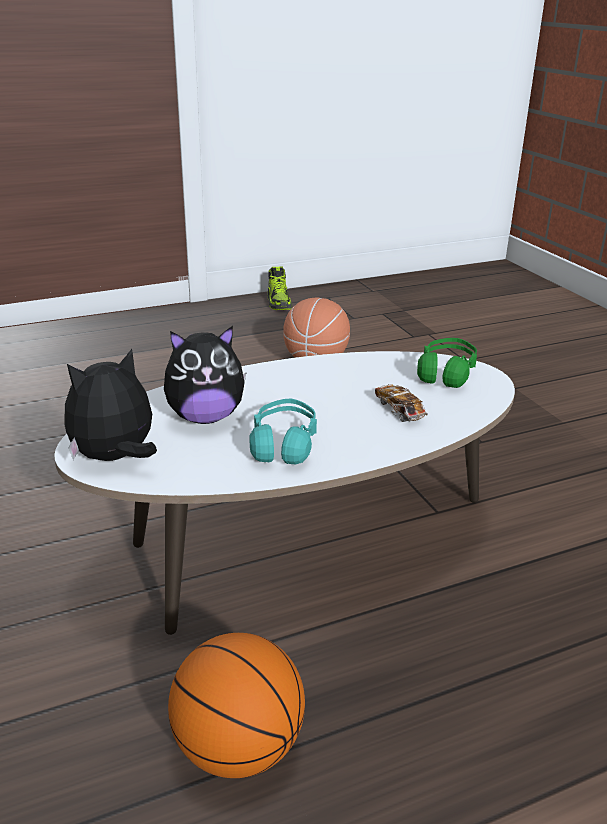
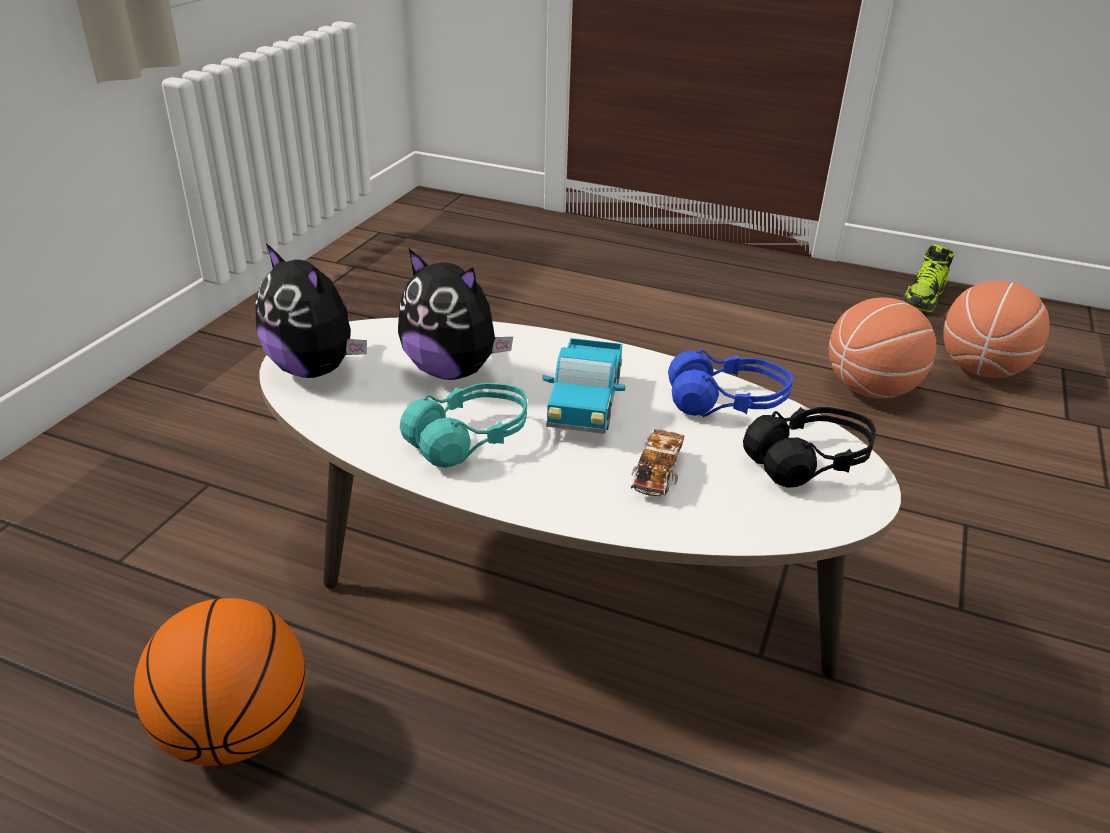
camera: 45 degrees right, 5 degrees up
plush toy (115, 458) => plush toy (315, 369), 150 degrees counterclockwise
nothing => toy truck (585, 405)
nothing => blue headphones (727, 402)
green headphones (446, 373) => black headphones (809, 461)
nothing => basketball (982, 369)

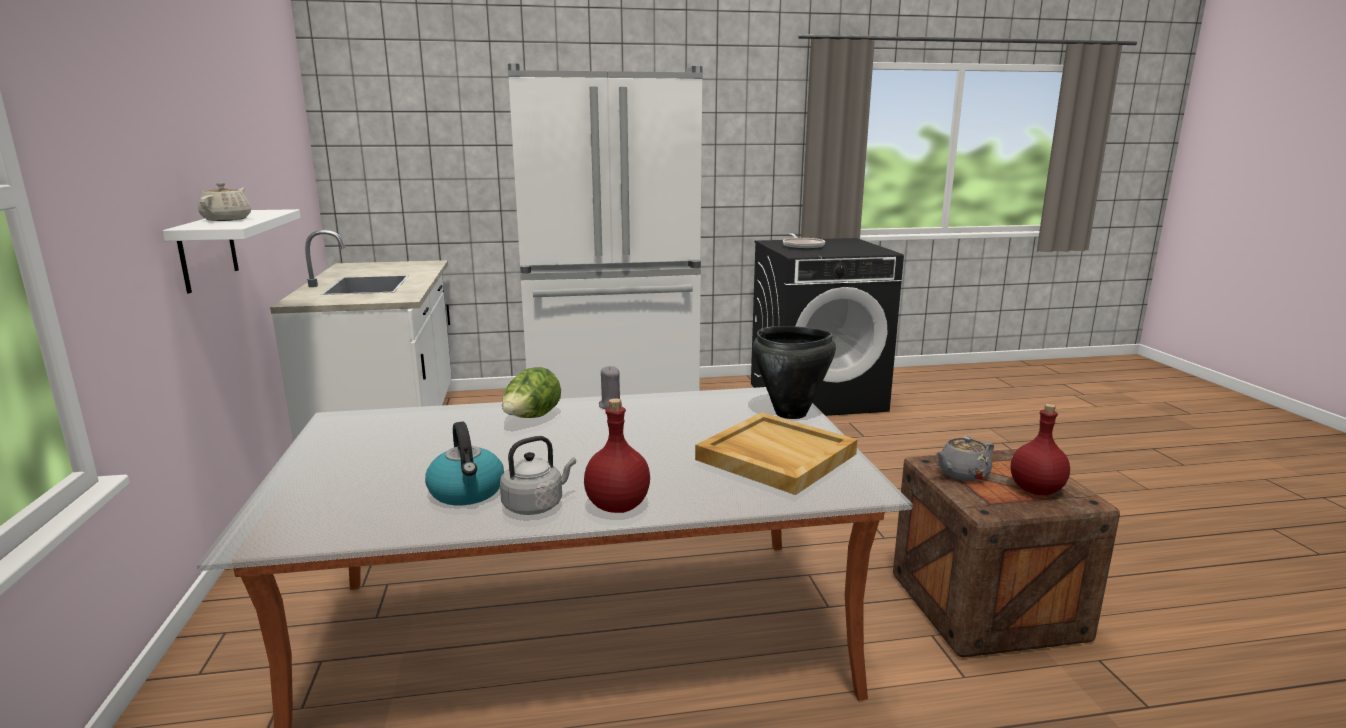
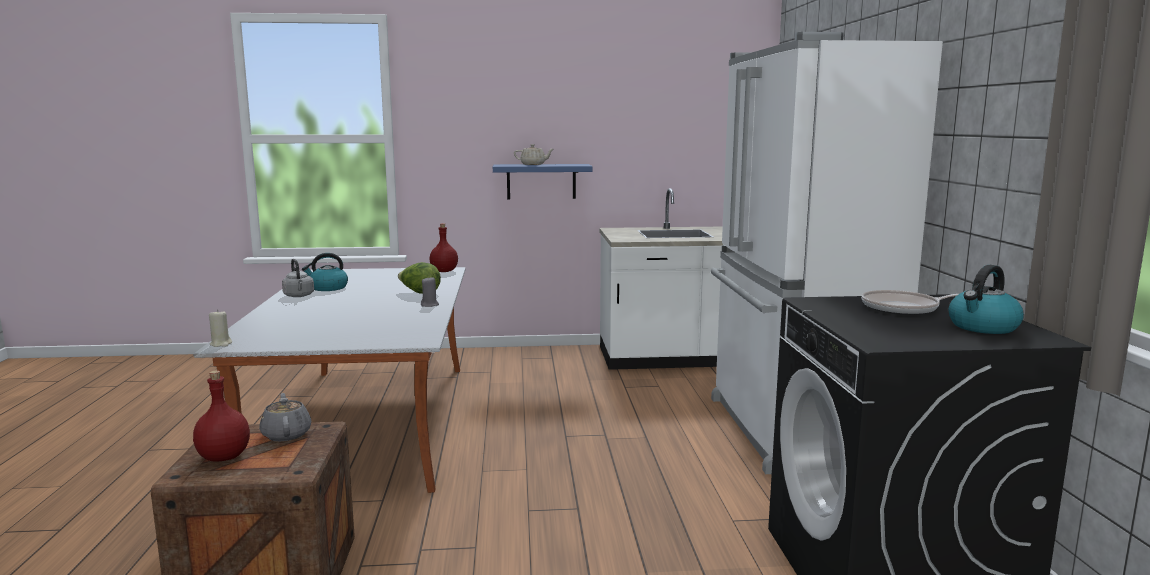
camera: 95 degrees right, 5 degrees down
nothing => beige candle (221, 344)
red bottle (617, 506) => red bottle (444, 271), move
white shelf (208, 250) => blue shelf (541, 181)
nothing => kettle (983, 327)
beige tray (774, 457) => nothing
black cooking pot (791, 413) => nothing

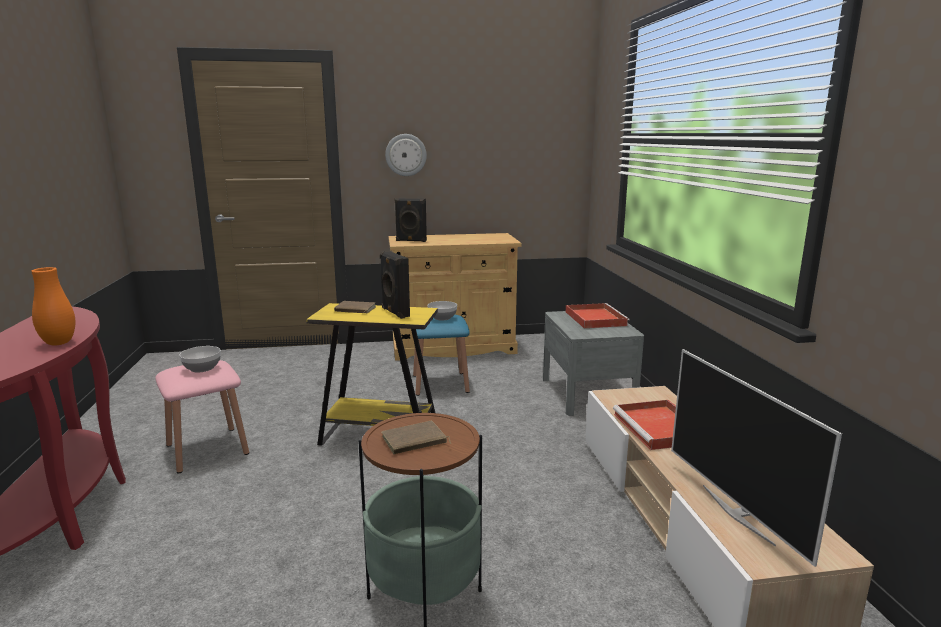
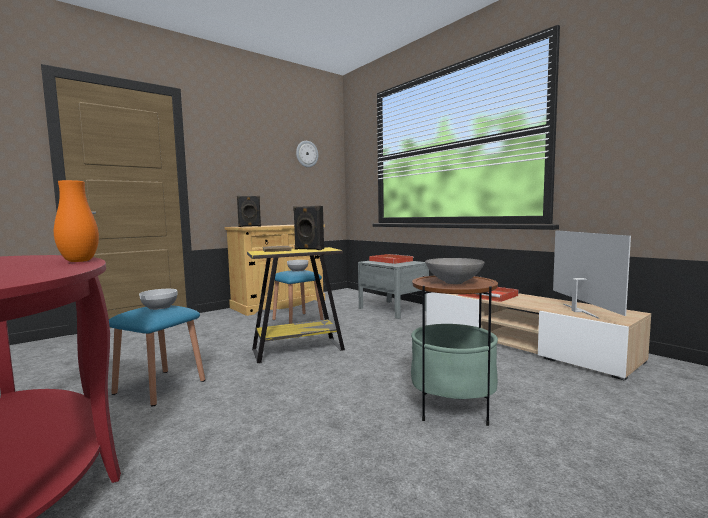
camera: 30 degrees left, 10 degrees down
pink stool (207, 449) => blue stool (160, 387)
wall clock (406, 155) => wall clock (307, 154), move
brown book (414, 442) => grey bowl (454, 282)
television (738, 513) => television (578, 311), 135 degrees counterclockwise

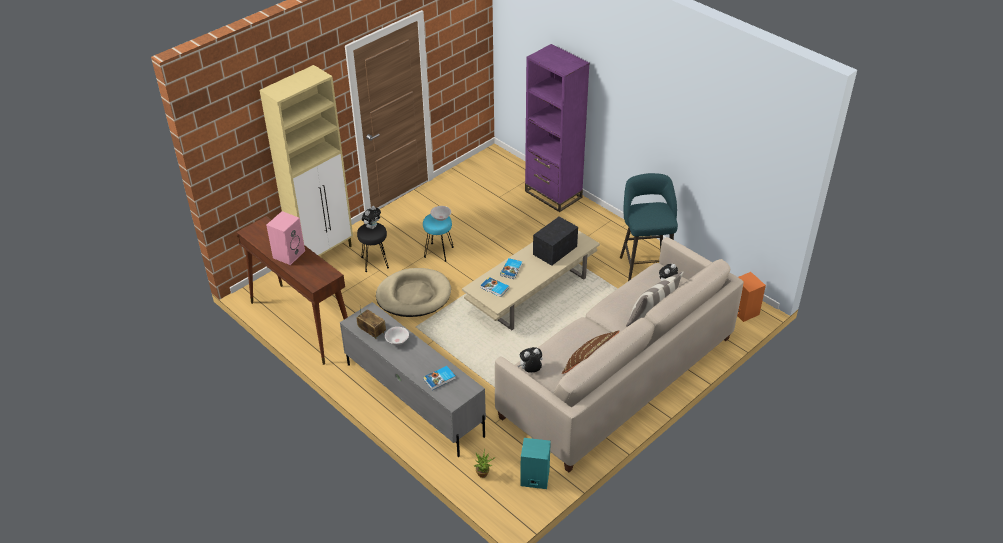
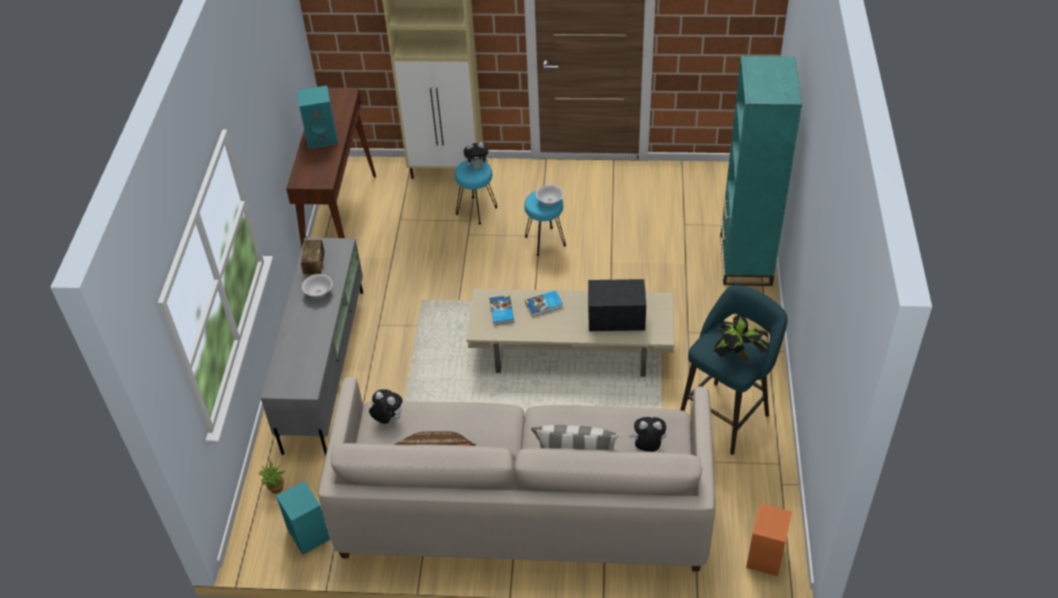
camera: 50 degrees right, 5 degrees up
pink speaker (289, 254) => turquoise speaker (322, 137)
black stool (375, 262) => turquoise stool (477, 210)
nothing => potted plant (738, 356)
purple bookcase (553, 194) => turquoise bookcase (745, 260)
beige dog bed (414, 295) => nothing
book (440, 379) => nothing

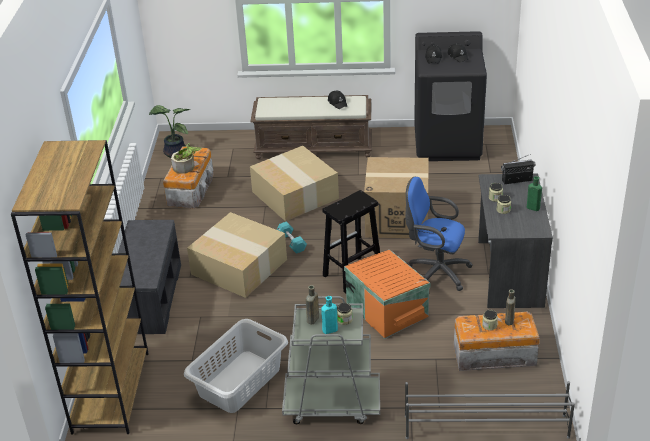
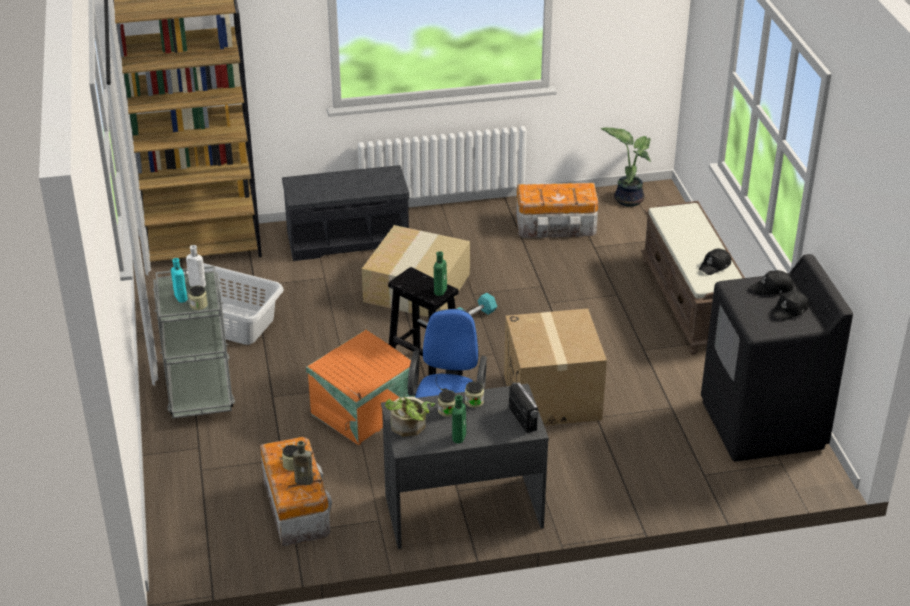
camera: 75 degrees right, 0 degrees up
brown bottle (312, 320) => white bottle (196, 284)
potted plant (187, 167) => potted plant (409, 428), move
nothing => green bottle (440, 290)
cardboard box (293, 195) => nothing
grey shoe rack (485, 426) => nothing

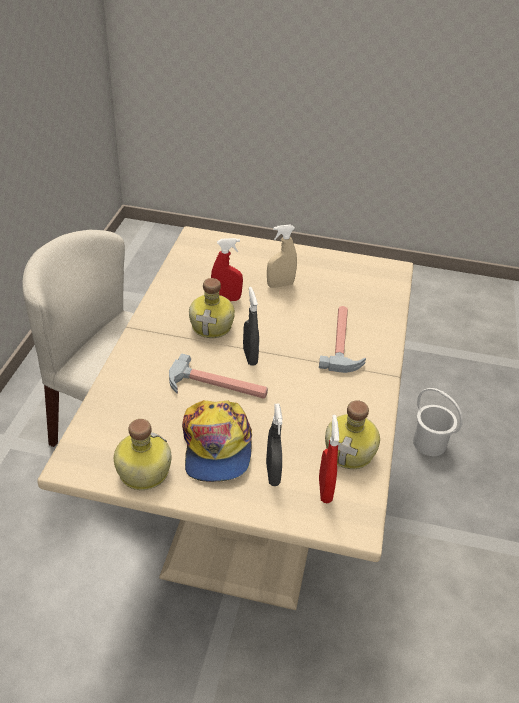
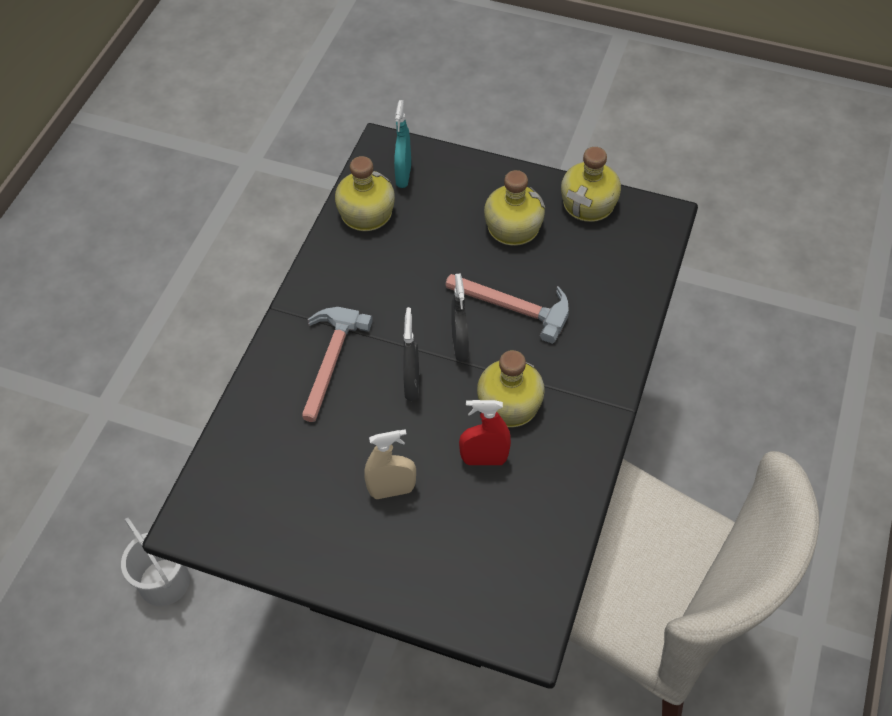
camera: 170 degrees left, 15 degrees up
beige dining table (250, 499) => black dining table (449, 506)
red spray bottle (325, 490) => turquoise spray bottle (403, 176)
grey spray bottle (272, 473) => grey spray bottle (412, 384), move
cap (216, 446) => bottle (511, 226)

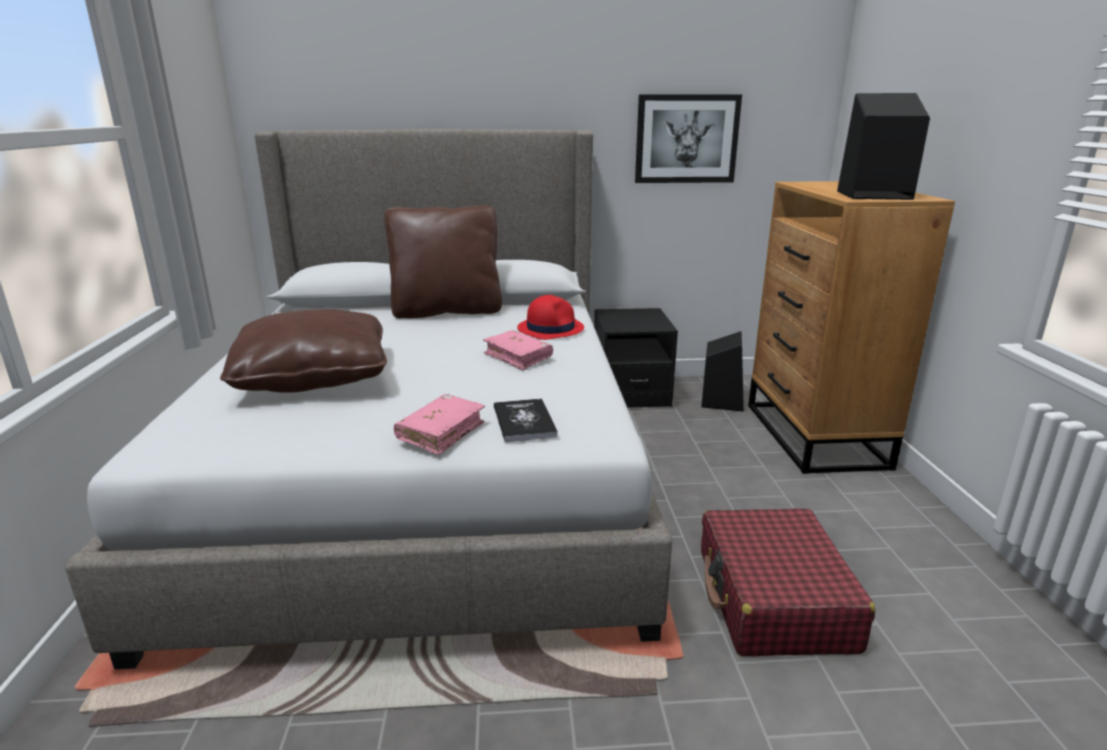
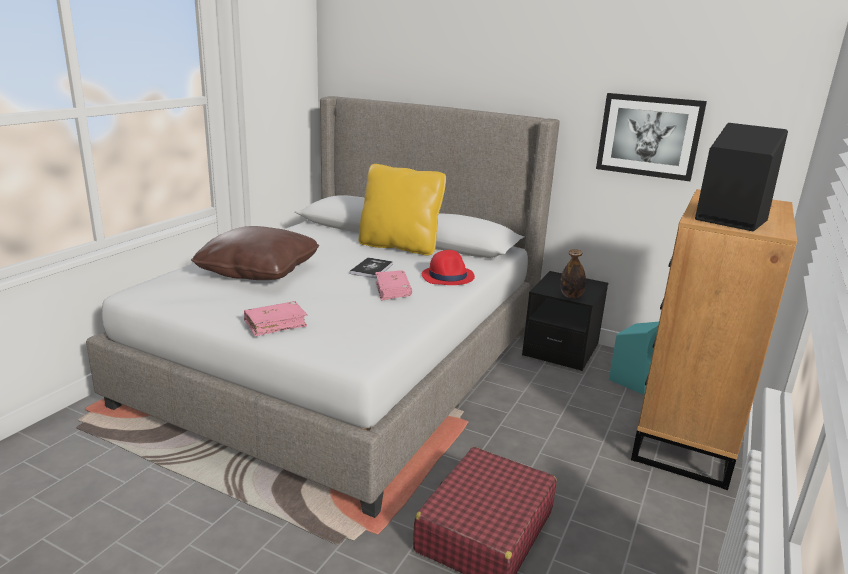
camera: 30 degrees right, 0 degrees up
book (524, 421) => book (371, 269), move
brown pillow (446, 311) => yellow pillow (399, 246)
nothing => bottle (571, 296)
black speaker (722, 400) => turquoise speaker (635, 380)

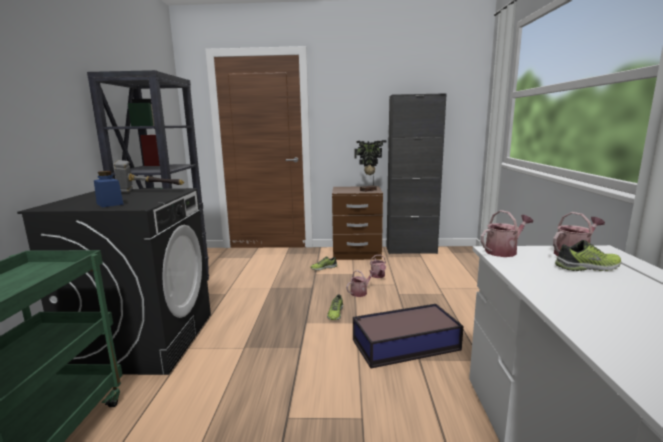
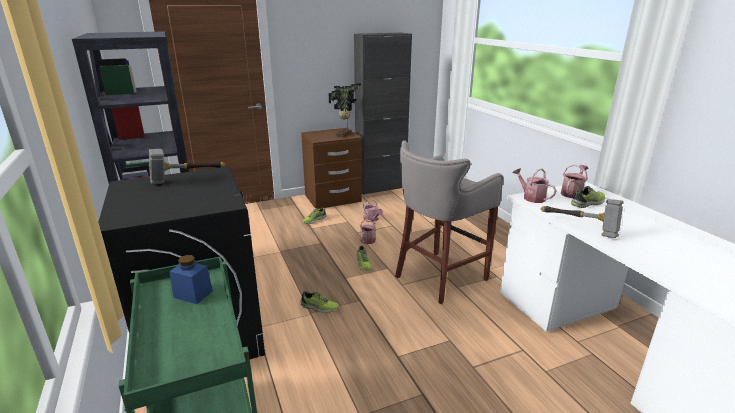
camera: 25 degrees left, 10 degrees up
blue jar (110, 204) => blue jar (193, 294), move
nothing => shoe (319, 307)
storage box (404, 344) => grey stool (438, 278)
watering can (504, 251) => watering can (531, 197), 75 degrees counterclockwise
nothing => hammer (579, 228)

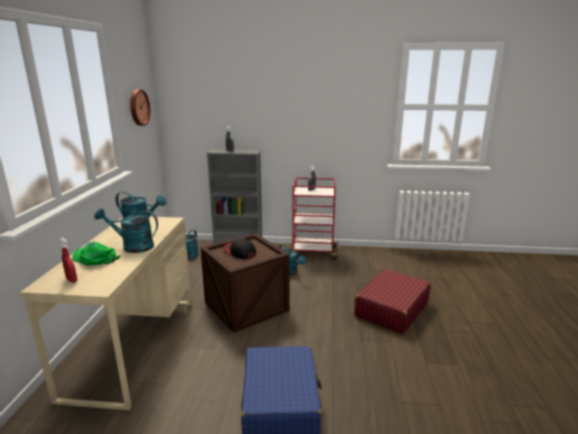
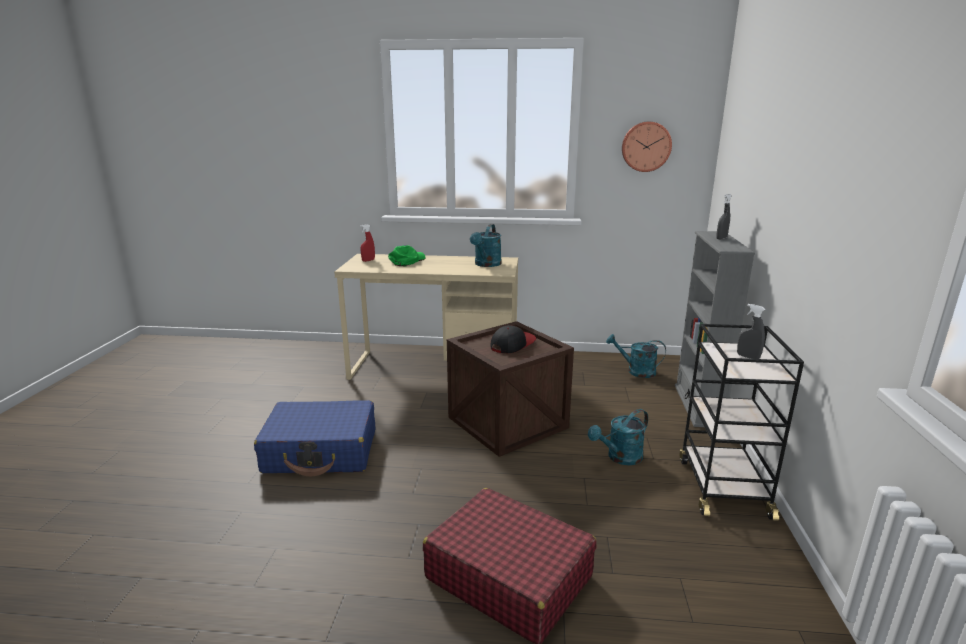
camera: 90 degrees right, 0 degrees up
red cart (313, 252) => black cart (722, 487)
turquoise watering can (133, 246) => nothing

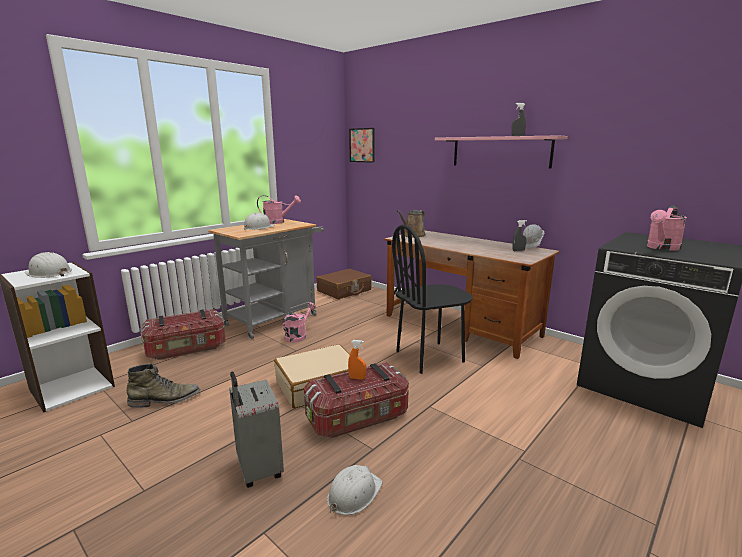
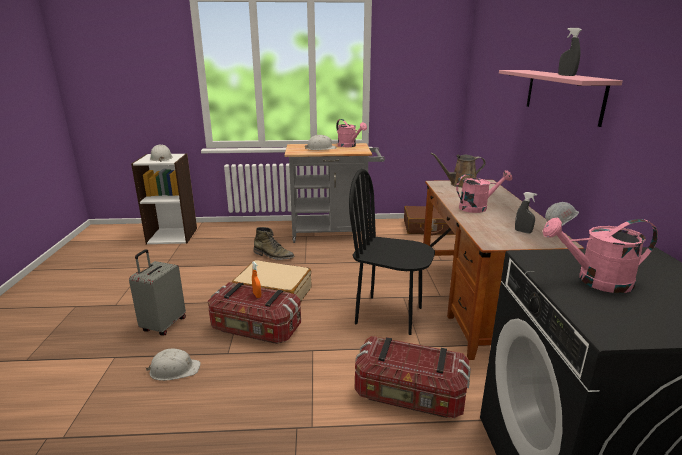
camera: 45 degrees right, 5 degrees up
green boot (165, 400) => green boot (273, 255), move
storage box (187, 349) => storage box (409, 396), move
pink watering can (298, 336) => pink watering can (477, 207), move
picture (362, 145) => nothing

